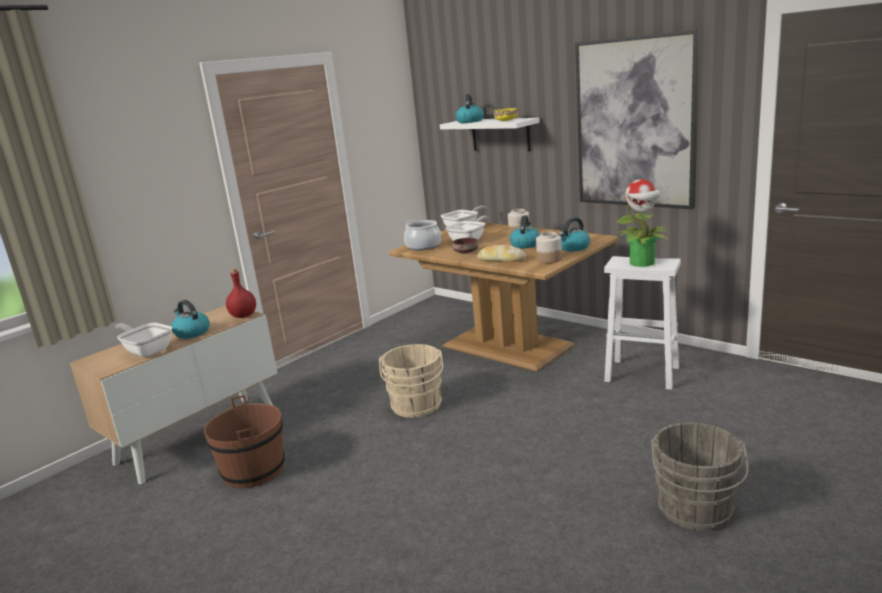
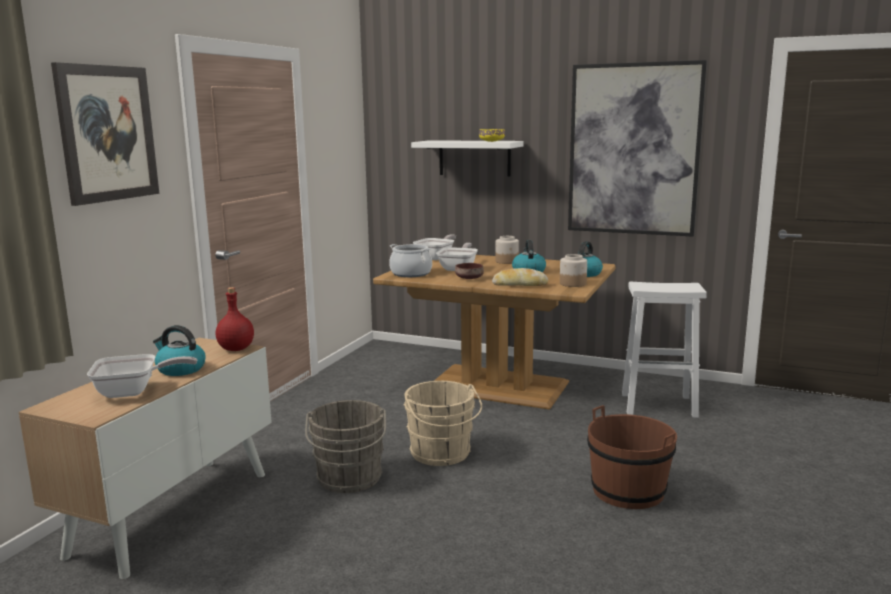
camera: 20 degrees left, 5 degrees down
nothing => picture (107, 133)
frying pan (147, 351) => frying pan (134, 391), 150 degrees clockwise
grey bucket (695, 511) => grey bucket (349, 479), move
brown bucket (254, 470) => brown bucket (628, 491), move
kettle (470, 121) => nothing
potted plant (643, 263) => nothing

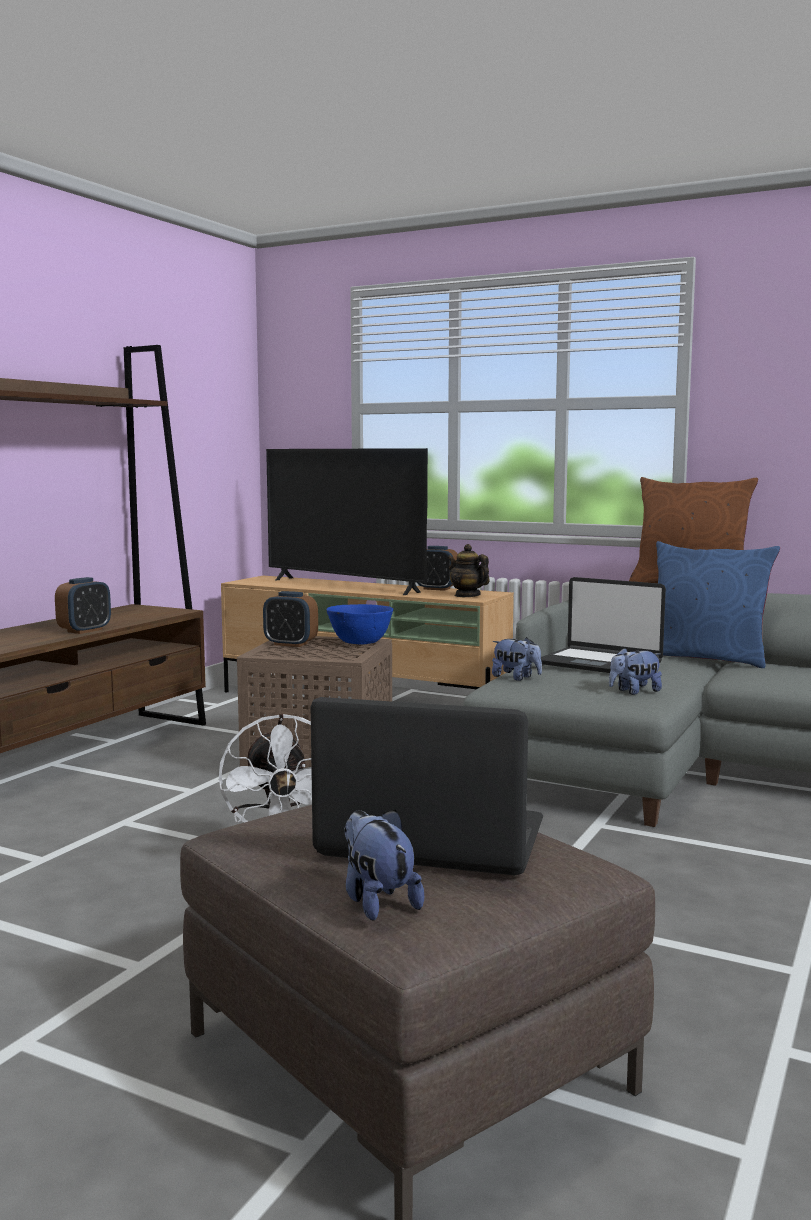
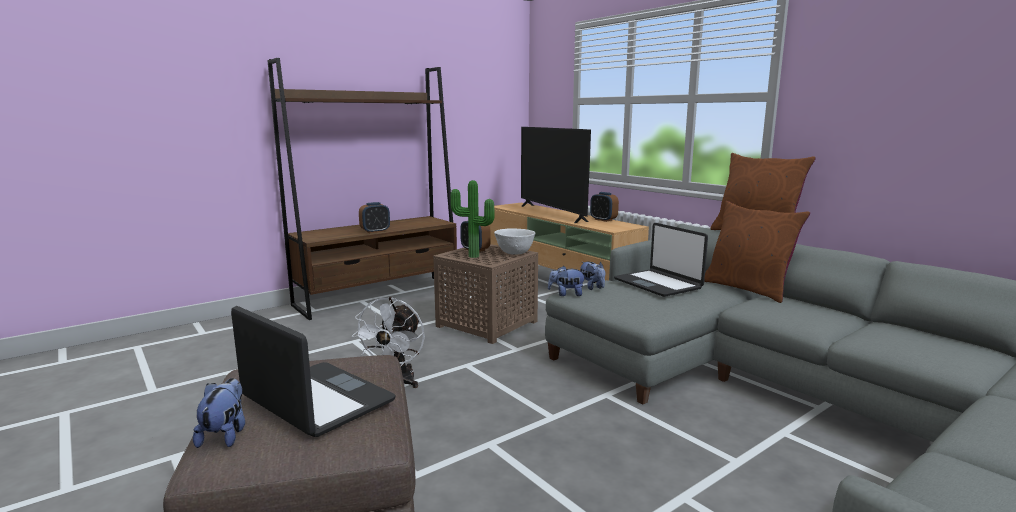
camera: 25 degrees right, 5 degrees up
nothing => potted plant (473, 257)
blue bowl (359, 643) => white bowl (514, 253)
plush toy (634, 691) => plush toy (566, 294), move
blue pillow (705, 658) => brown pillow (747, 289)
teapot (467, 595) => nothing

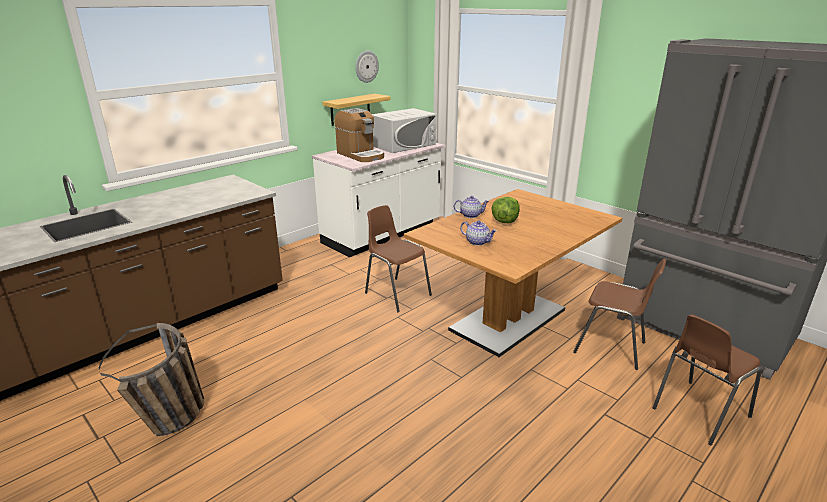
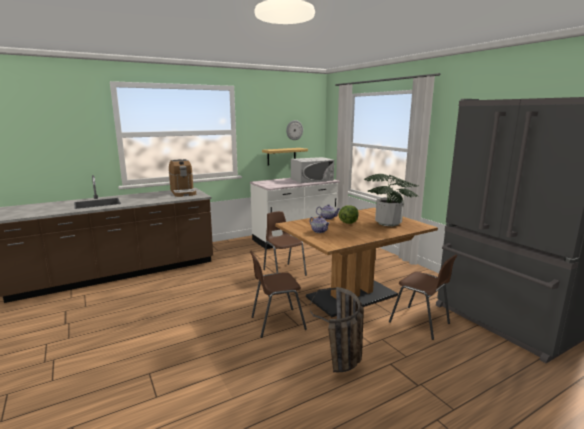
camera: 15 degrees right, 10 degrees down
coffee machine (360, 155) => coffee machine (183, 192), move
brown chair (698, 412) => brown chair (276, 323), move
basket (173, 423) => basket (342, 365), move
nothing => potted plant (388, 223)

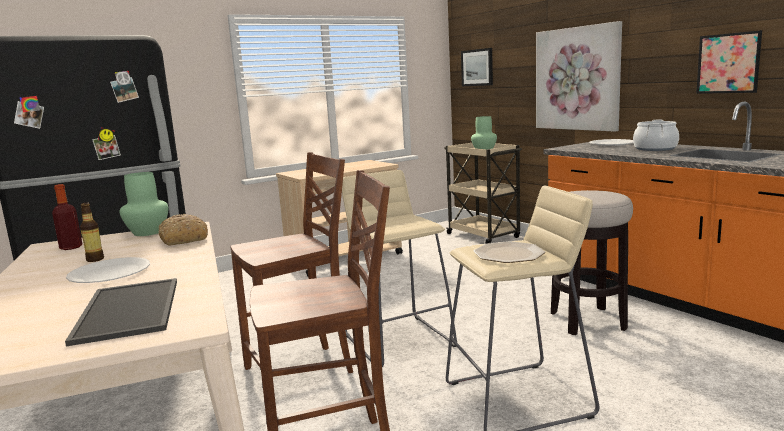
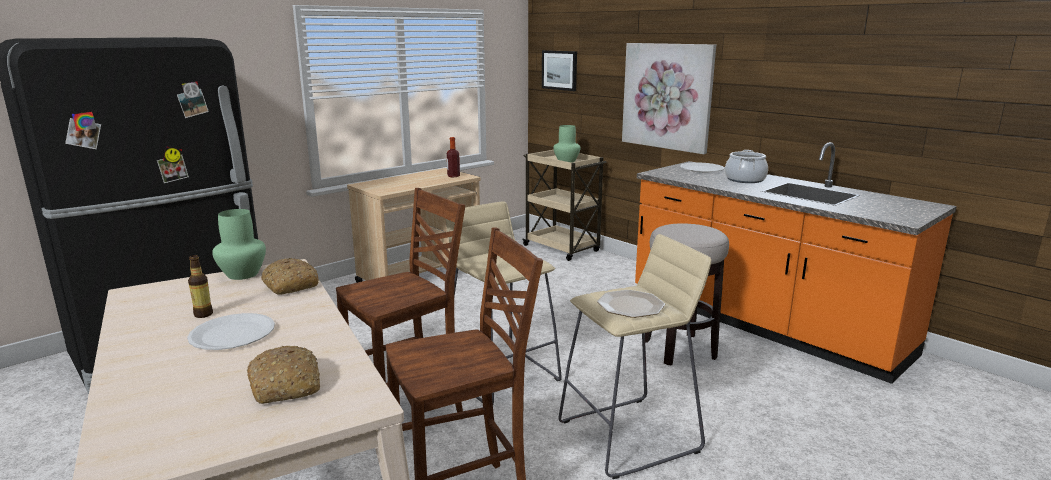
camera: 10 degrees left, 5 degrees up
tray (131, 310) => bread (287, 385)
bottle (71, 247) => bottle (453, 176), move
picture (728, 63) => nothing

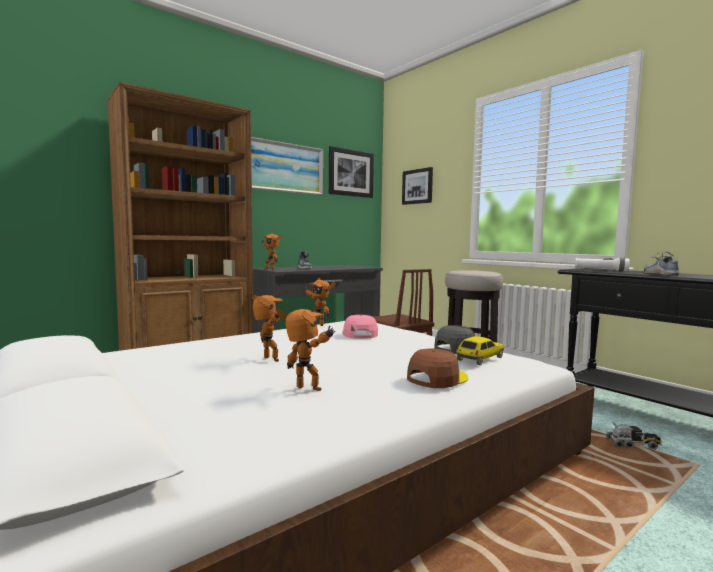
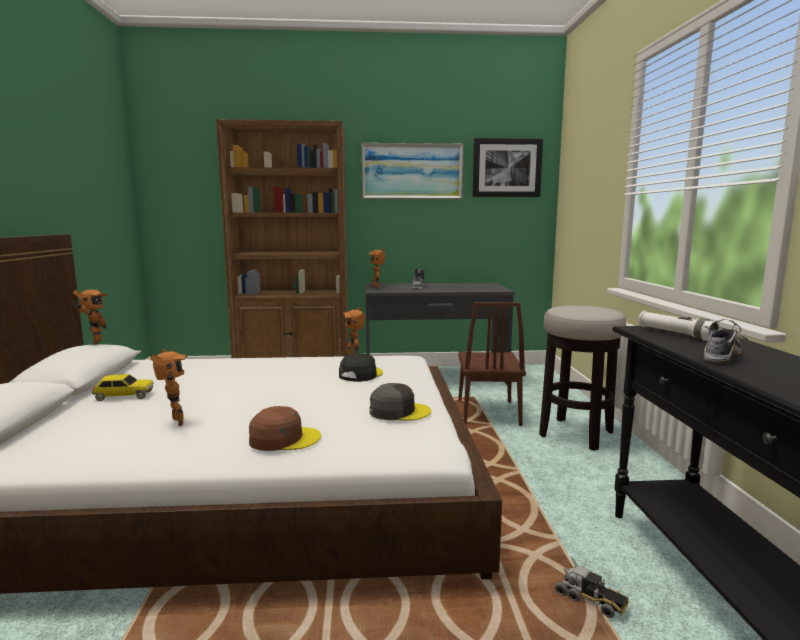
camera: 35 degrees right, 5 degrees up
toy robot (268, 360) => toy robot (94, 342), move
toy car (479, 359) => toy car (124, 396), move
pink cap (359, 334) => black cap (360, 374)
picture (417, 186) => nothing

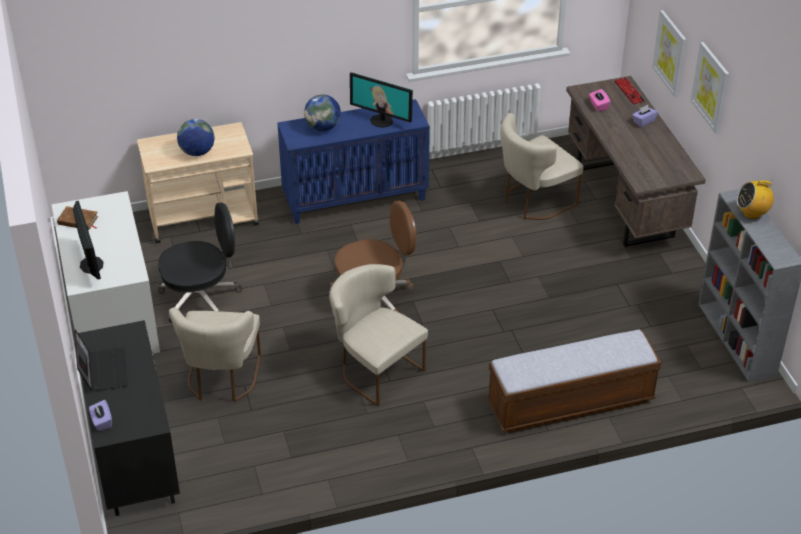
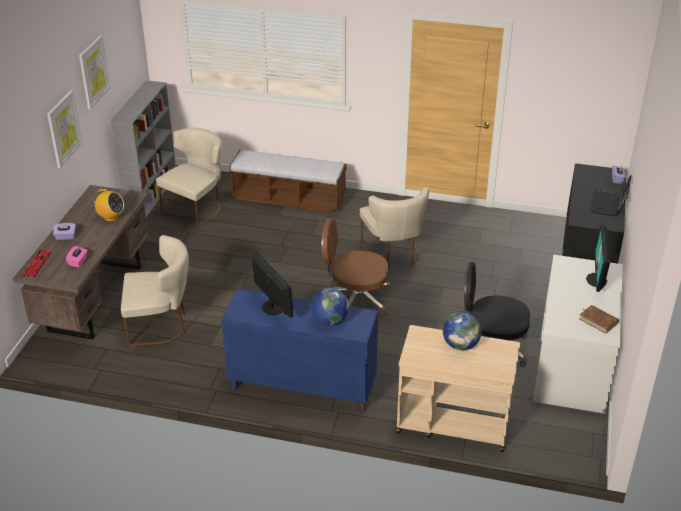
camera: 150 degrees left, 5 degrees down
picture (670, 53) => picture (93, 72), move
radio (752, 213) => radio (111, 217), move
beige chair (222, 380) => beige chair (197, 208), move

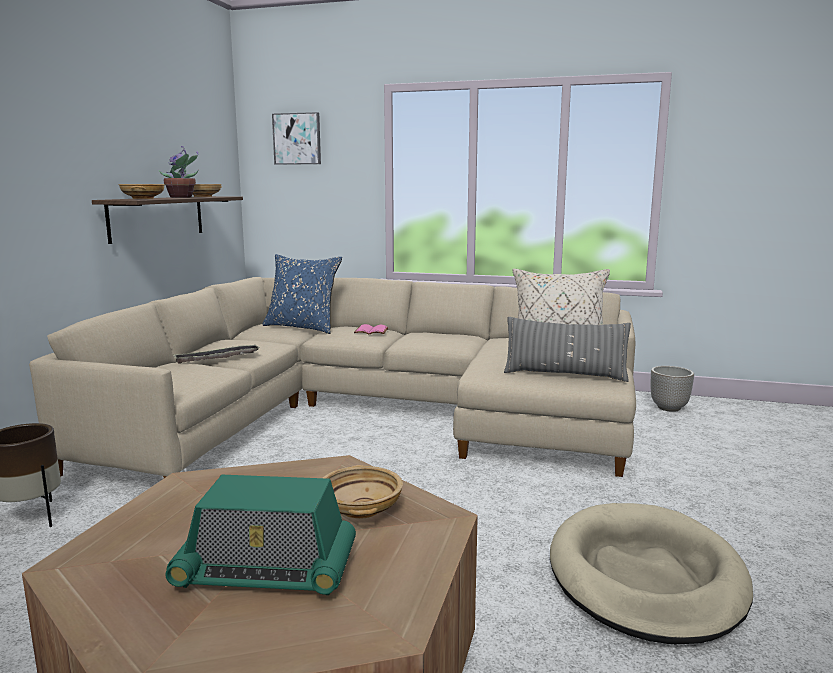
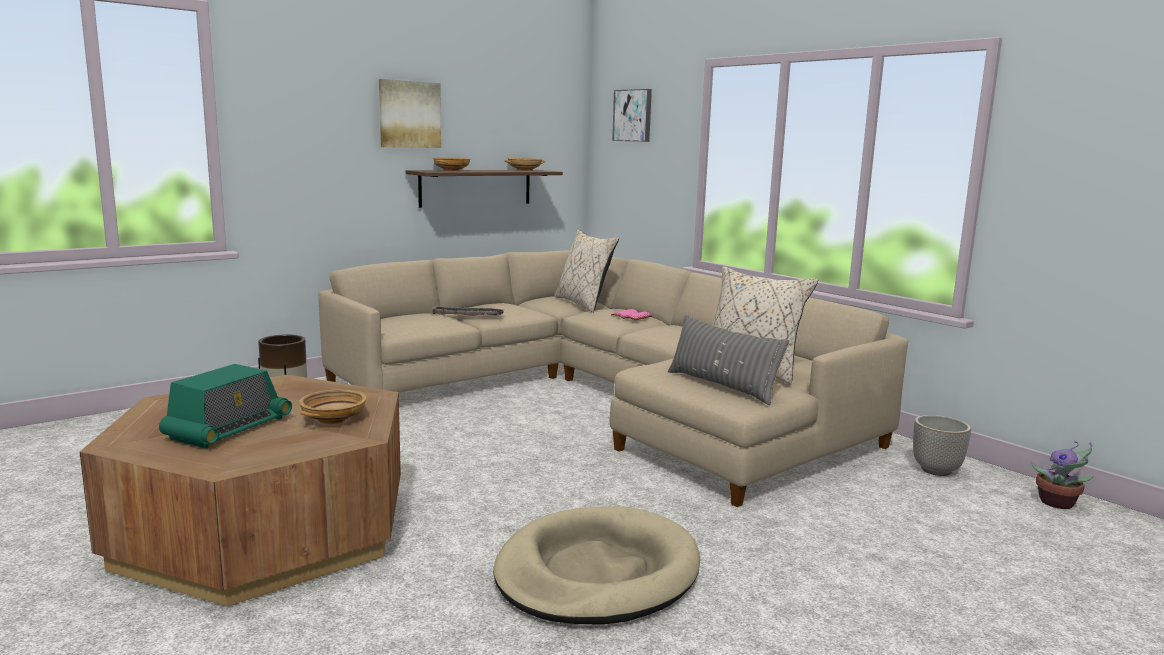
camera: 35 degrees right, 0 degrees up
radio (266, 570) => radio (228, 429), 105 degrees counterclockwise
nothing => picture (409, 114)
blue pillow (303, 327) => beige pillow (584, 304)
potted plant (182, 197) => potted plant (1058, 504), move

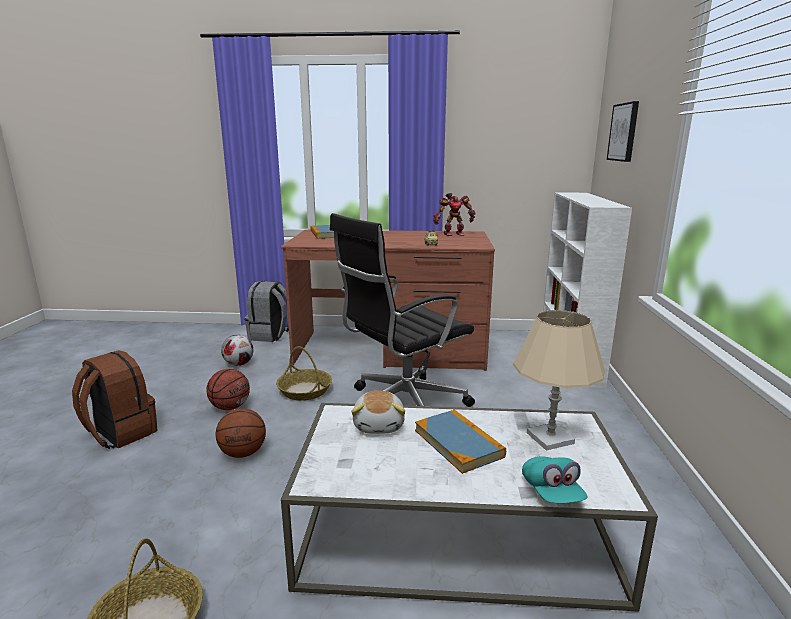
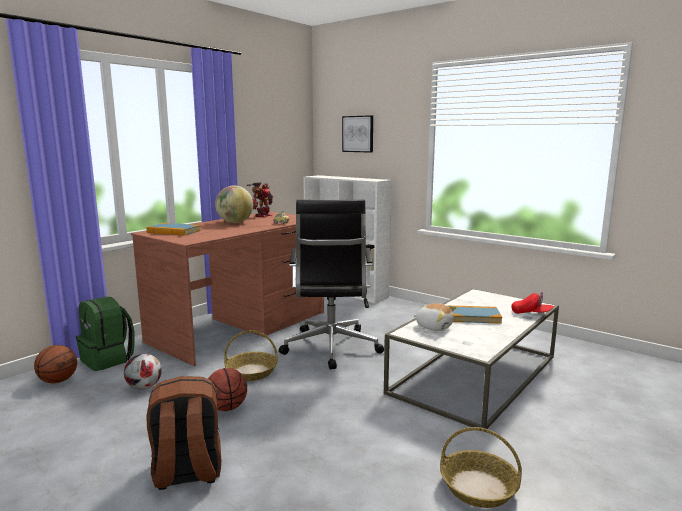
camera: 55 degrees left, 5 degrees down
basketball (243, 453) => basketball (58, 381), move
grey backpack (271, 335) => green backpack (108, 359)
nothing => globe (235, 222)
turquoise cap (552, 493) => red cap (531, 314)
beige table lamp (550, 438) => nothing

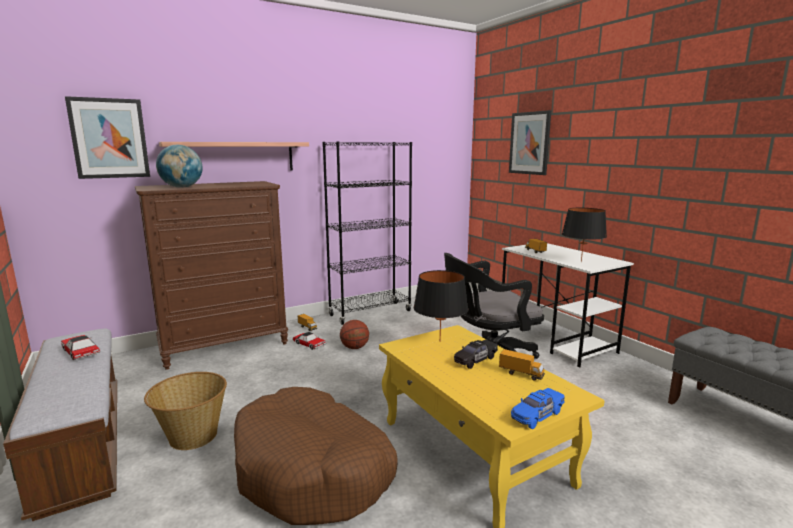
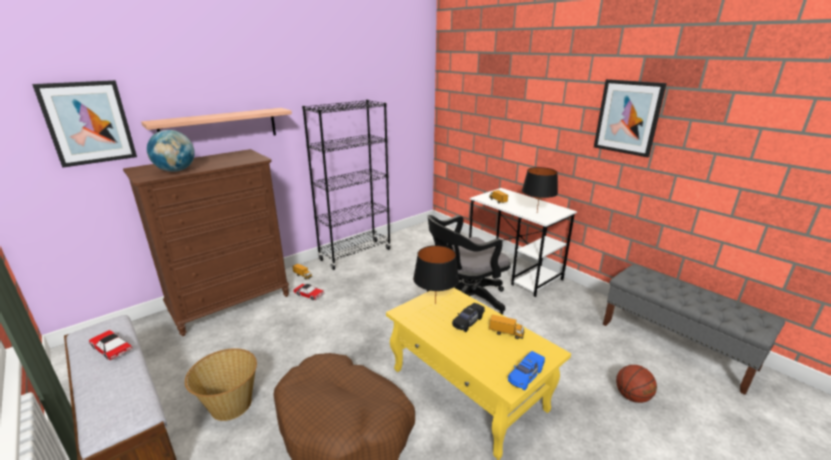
camera: 10 degrees left, 10 degrees up
picture (529, 143) => picture (628, 117), move
basketball (354, 348) => basketball (632, 396), move

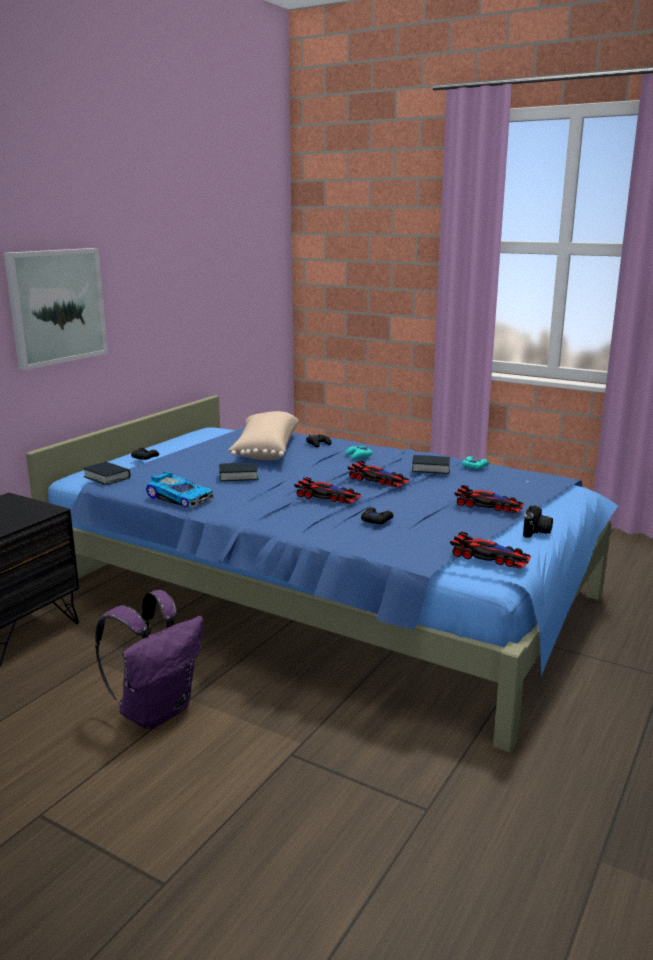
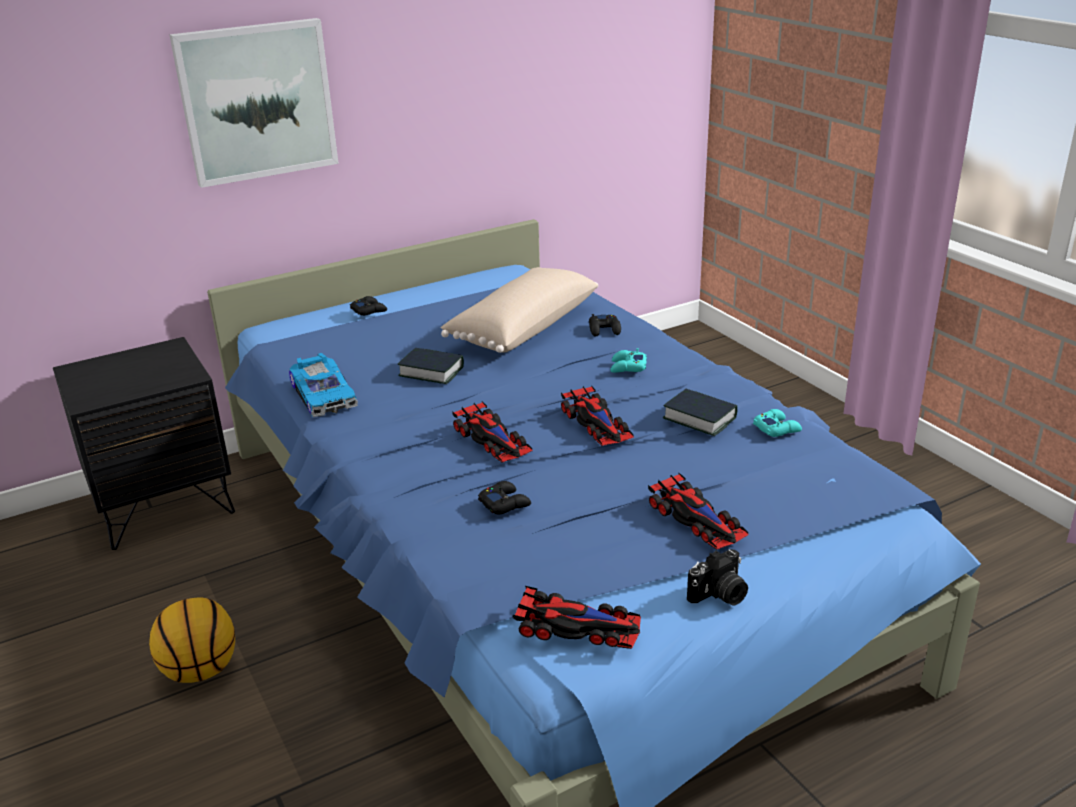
camera: 30 degrees right, 10 degrees up
purple backpack (156, 711) => basketball (201, 670)
toy car (490, 557) => toy car (578, 626), 45 degrees counterclockwise
book (107, 478) => nothing

